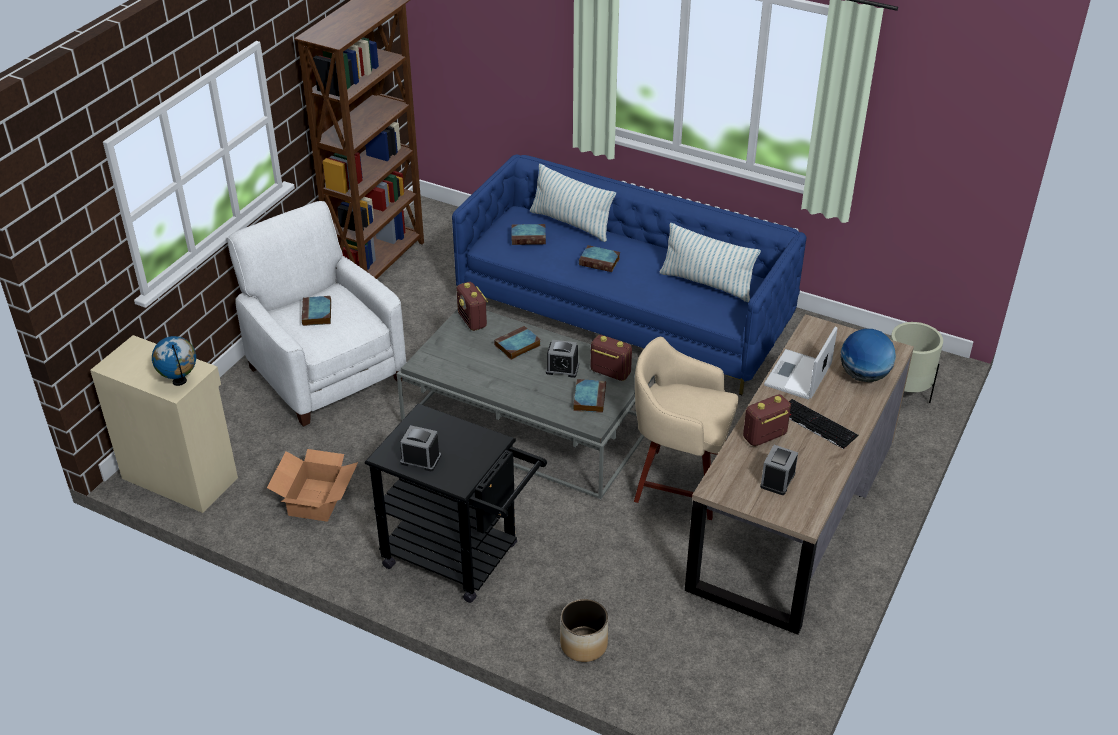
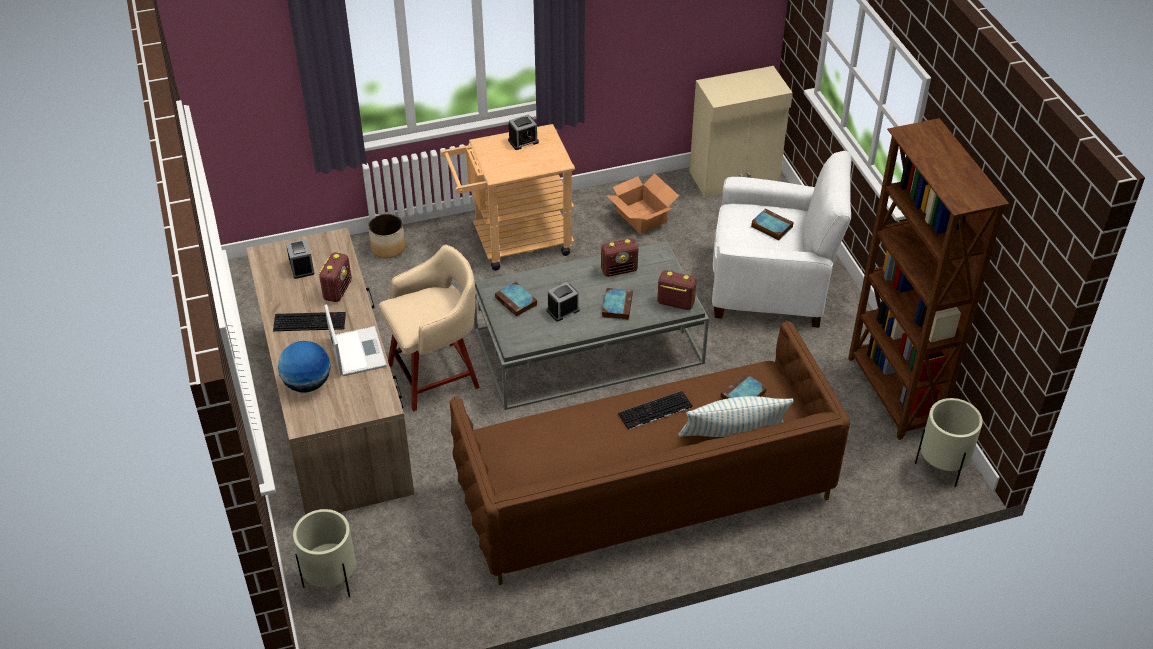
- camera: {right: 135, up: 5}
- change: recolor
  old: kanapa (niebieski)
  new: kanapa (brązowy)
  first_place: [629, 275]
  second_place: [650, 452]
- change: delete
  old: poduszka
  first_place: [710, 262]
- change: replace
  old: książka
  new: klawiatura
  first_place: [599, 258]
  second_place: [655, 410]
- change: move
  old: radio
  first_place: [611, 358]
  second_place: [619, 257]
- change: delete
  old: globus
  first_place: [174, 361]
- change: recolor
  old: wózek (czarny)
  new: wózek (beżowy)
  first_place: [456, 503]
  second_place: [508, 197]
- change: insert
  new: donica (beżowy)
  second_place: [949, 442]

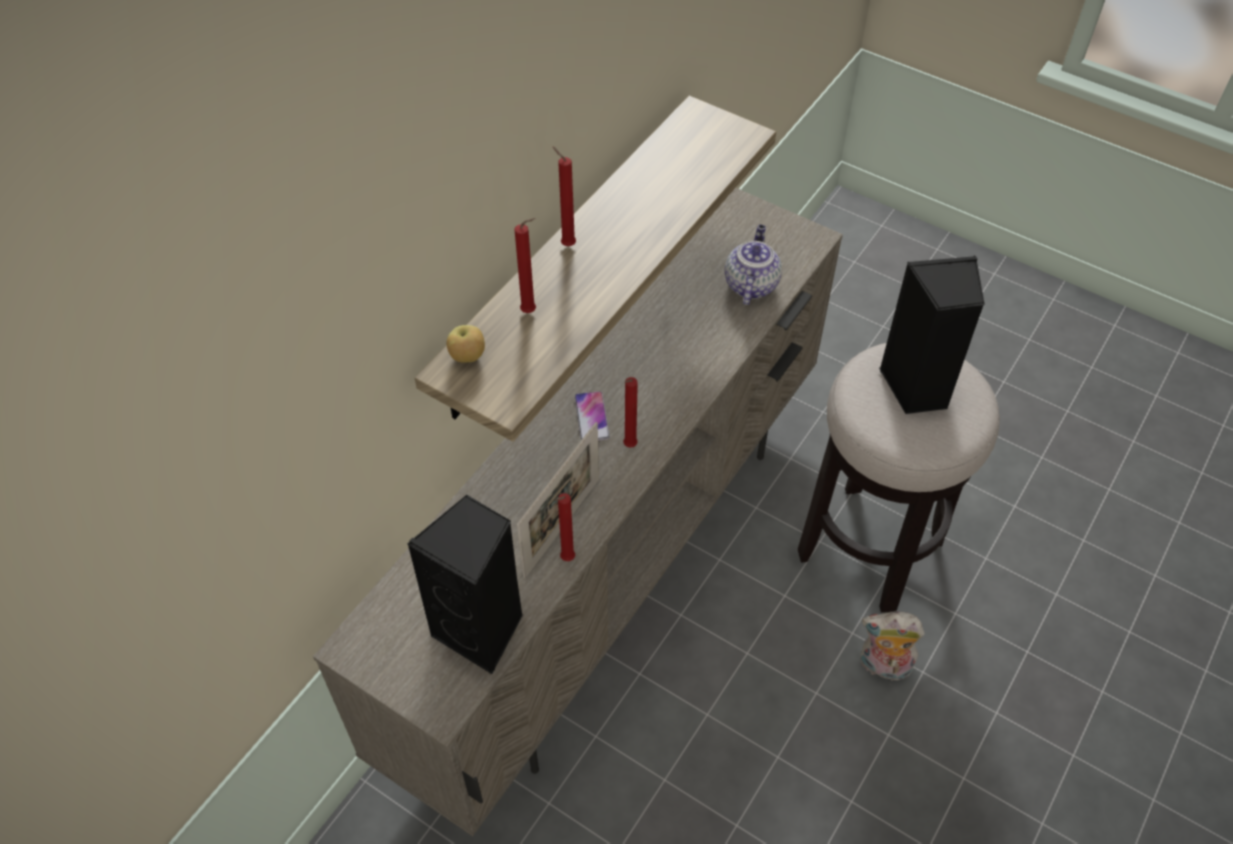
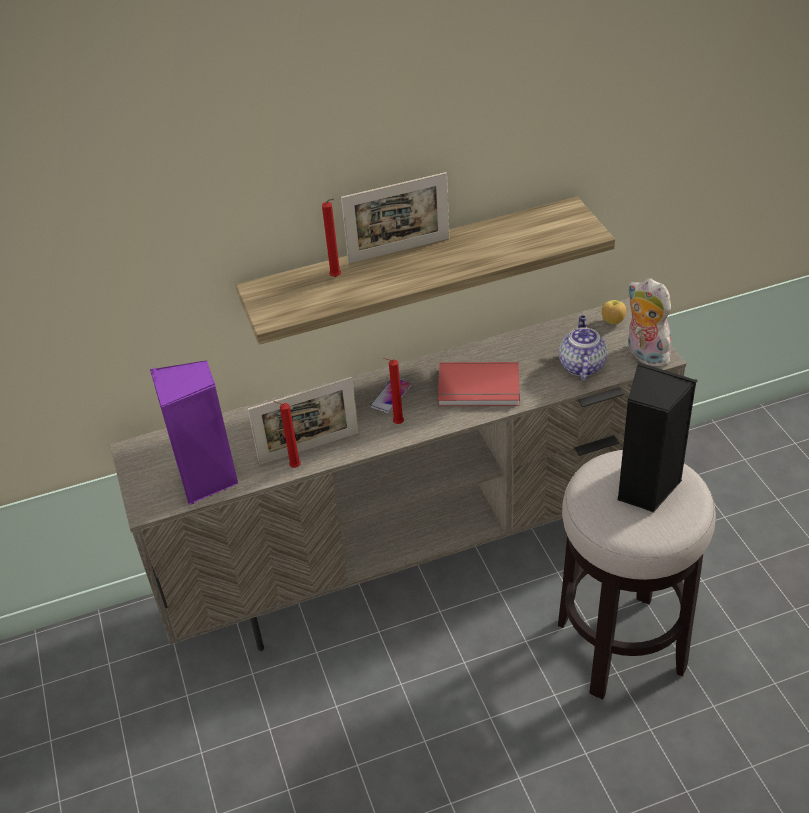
- camera: {right: 40, up: -10}
- change: replace
  old: świeca (czerwony)
  new: ramka na zdjęcie
  first_place: [564, 196]
  second_place: [395, 217]
- change: rotate
  old: imbryk
  first_place: [753, 265]
  second_place: [583, 347]
  degrees: -45
- change: move
  old: jabłko
  first_place: [466, 344]
  second_place: [614, 312]
- change: recolor
  old: głośnik (czarny)
  new: głośnik (fioletowy)
  first_place: [465, 584]
  second_place: [194, 432]
- change: move
  old: pluszak
  first_place: [892, 646]
  second_place: [651, 323]
- change: insert
  new: książka (czerwony)
  second_place: [478, 384]

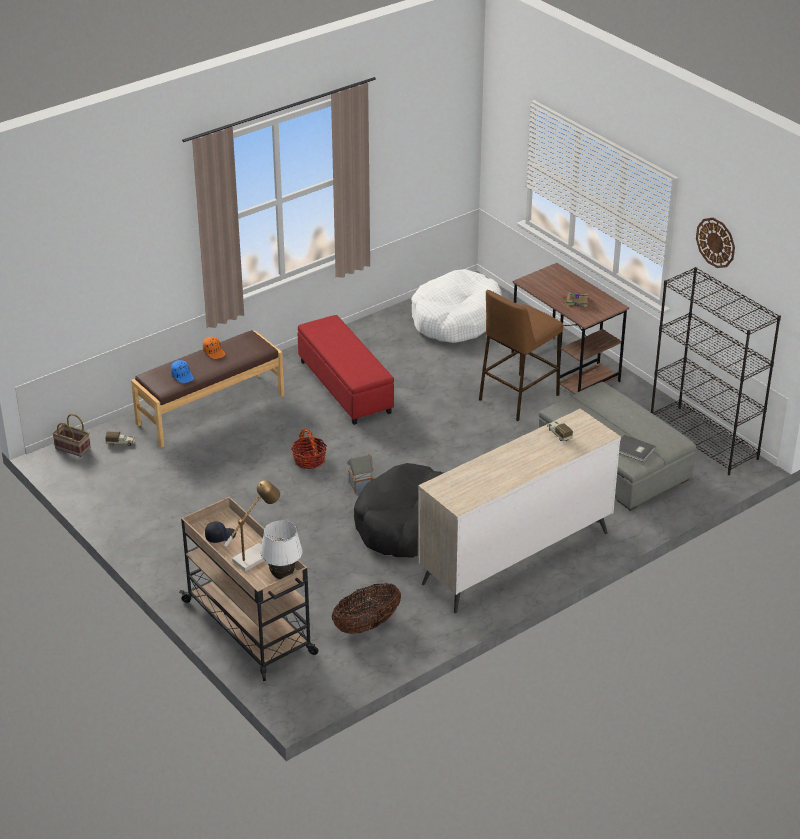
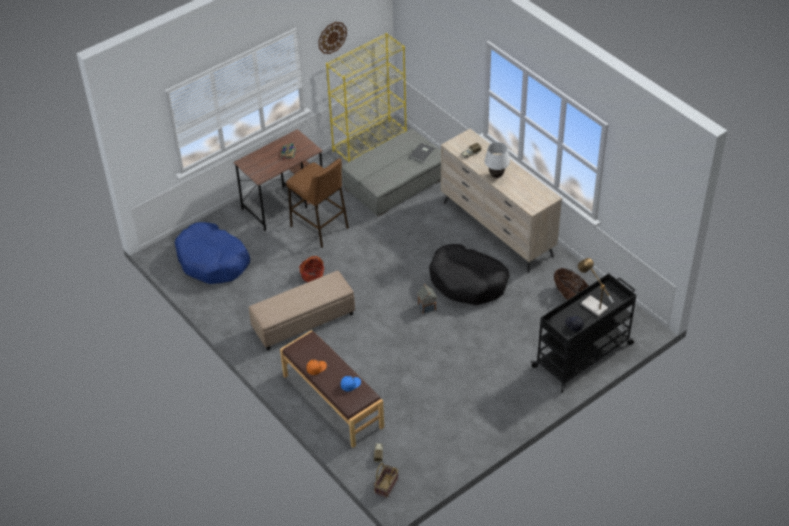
- camera: {right: -90, up: 10}
- change: recolor
  old: regał (czarny)
  new: regał (żółty)
  first_place: [716, 371]
  second_place: [366, 97]
- change: recolor
  old: legowisko (biały)
  new: legowisko (niebieski)
  first_place: [456, 306]
  second_place: [212, 253]
- change: recolor
  old: pufa (czerwony)
  new: pufa (beżowy)
  first_place: [346, 370]
  second_place: [302, 310]
- change: move
  old: koszyk
  first_place: [309, 448]
  second_place: [311, 269]
- change: recolor
  old: wózek (beżowy)
  new: wózek (czarny)
  first_place: [248, 589]
  second_place: [583, 333]
- change: move
  old: lampa stołowa (biały)
  first_place: [281, 550]
  second_place: [497, 160]

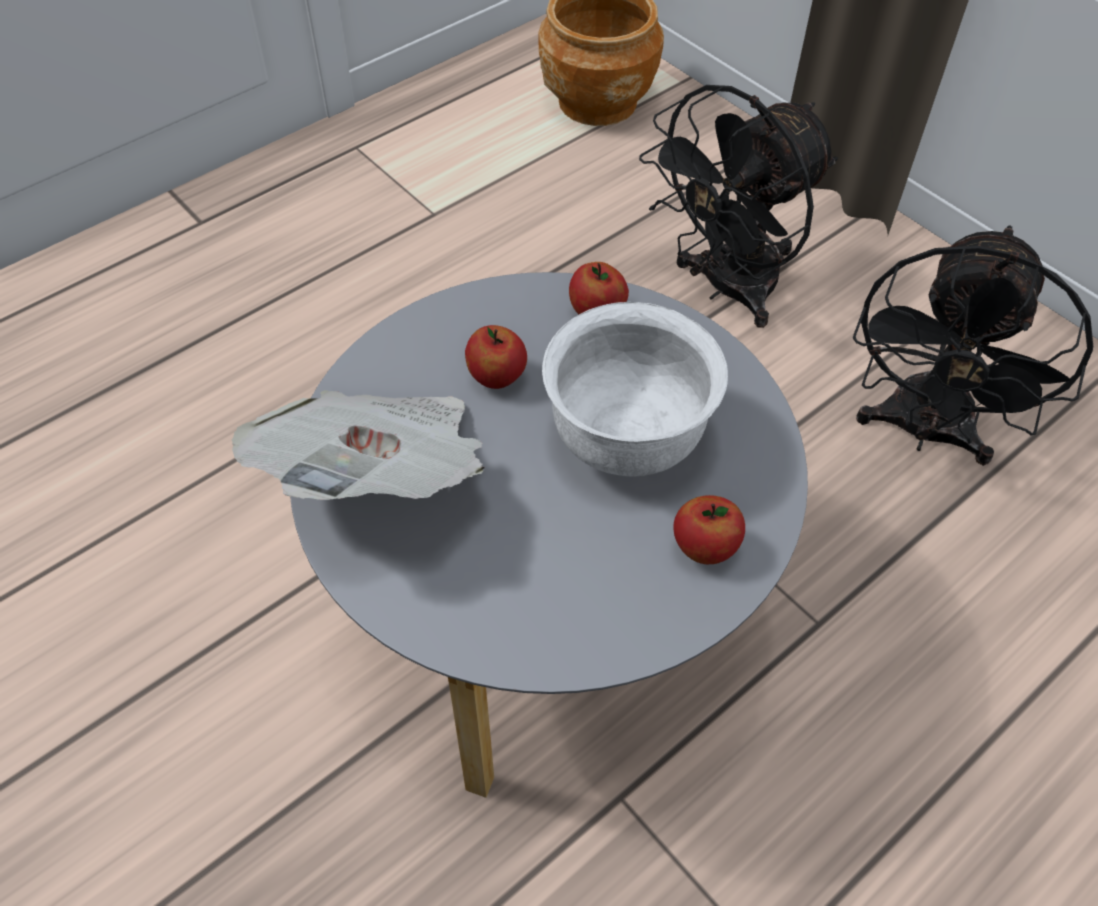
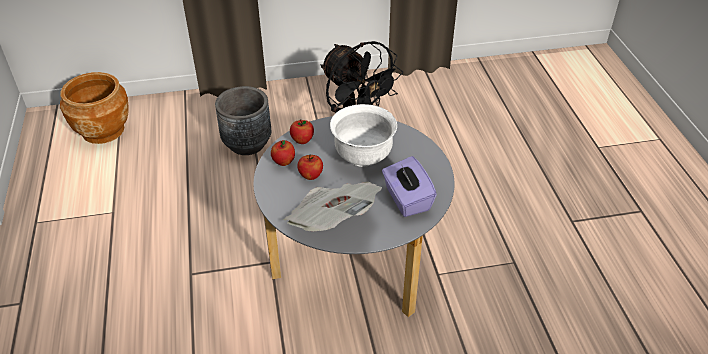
- camera: {right: -60, up: -10}
- change: replace
  old: wentylator (czarny)
  new: donica (szary)
  first_place: [738, 206]
  second_place: [243, 120]
- change: move
  old: jabłko
  first_place: [709, 529]
  second_place: [283, 153]
- change: insert
  new: pudełko chusteczek (fioletowy)
  second_place: [409, 186]

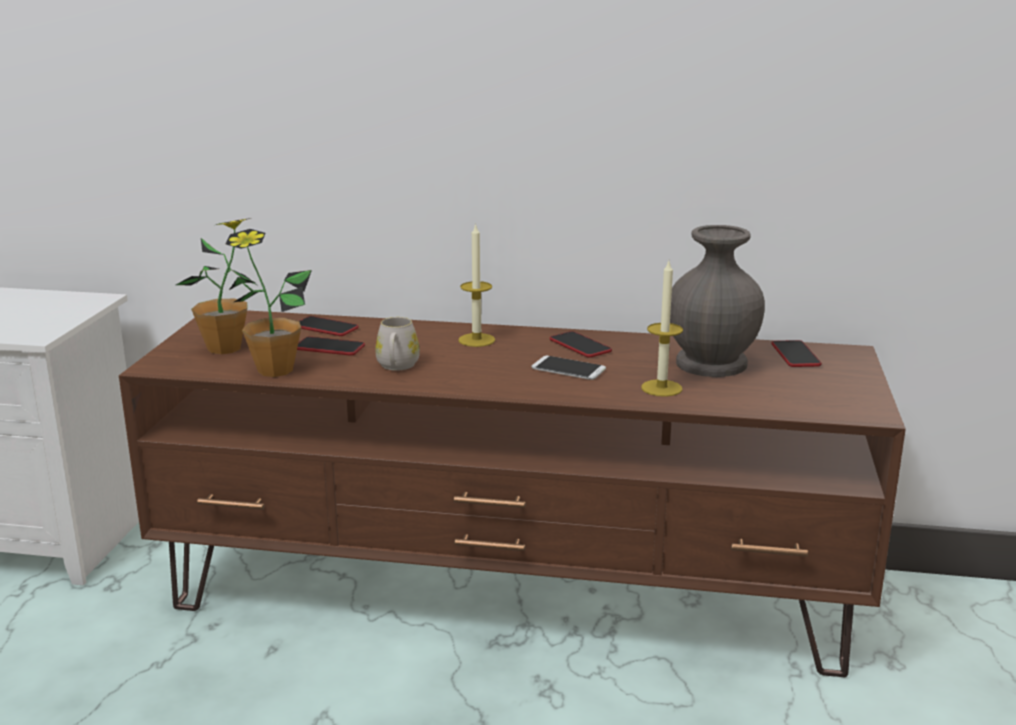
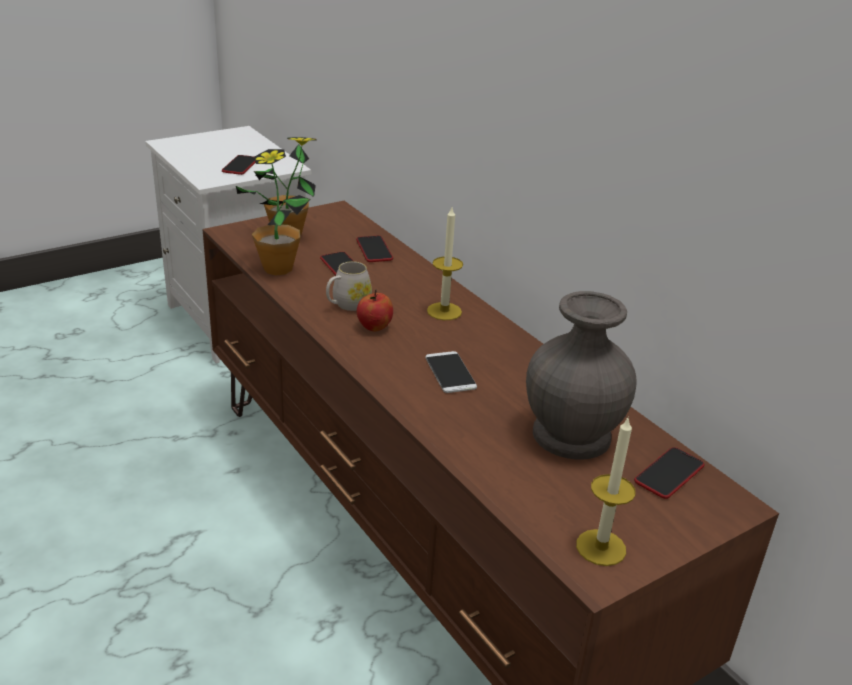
- camera: {right: 45, up: 10}
- change: move
  old: świeca
  first_place: [662, 329]
  second_place: [606, 491]
- change: move
  old: telefon
  first_place: [581, 344]
  second_place: [238, 165]
- change: insert
  new: jabłko
  second_place: [375, 310]

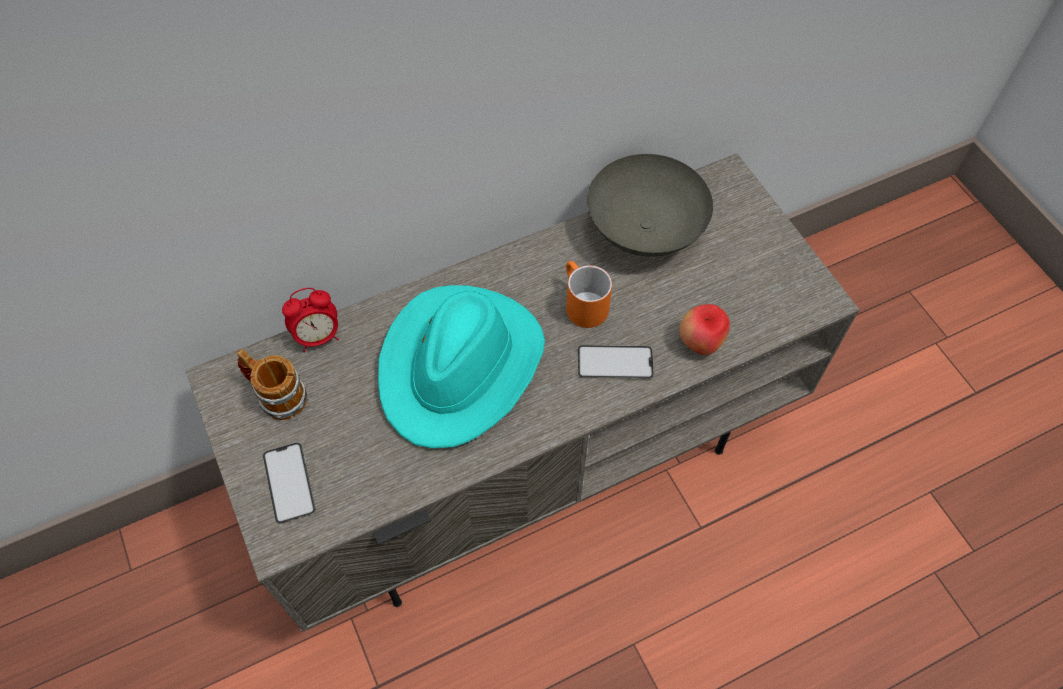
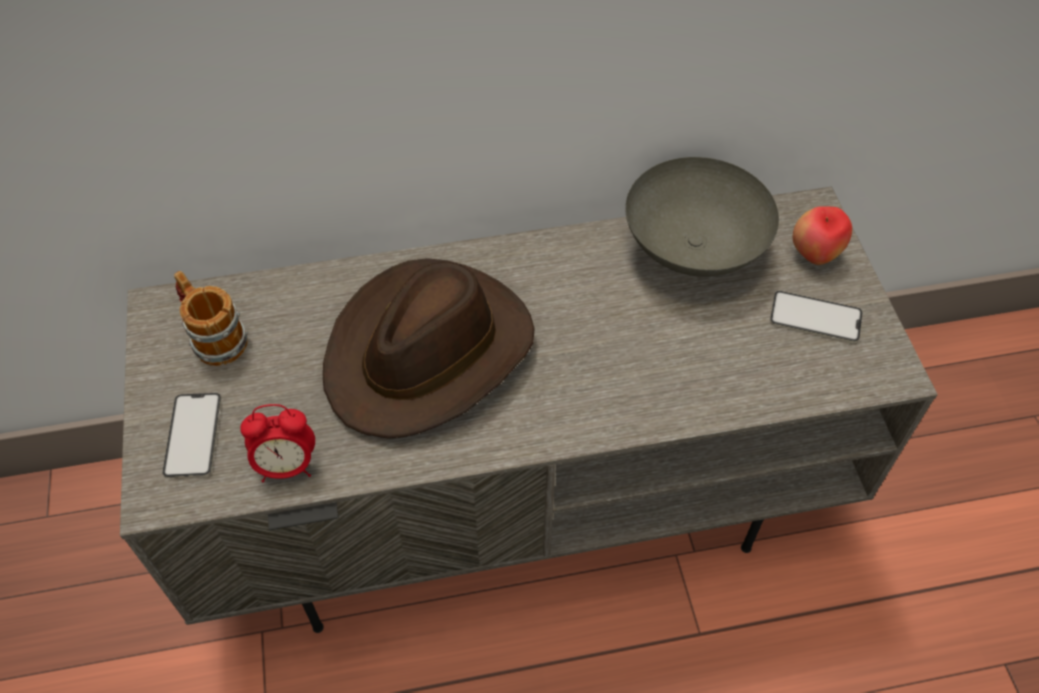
- camera: {right: 15, up: -5}
- change: delete
  old: kubek (pomarańczowy)
  first_place: [589, 294]
- change: recolor
  old: kapelusz (turkusowy)
  new: kapelusz (brązowy)
  first_place: [461, 366]
  second_place: [429, 348]
- change: move
  old: budzik
  first_place: [310, 320]
  second_place: [277, 443]
- change: move
  old: jabłko
  first_place: [705, 329]
  second_place: [822, 235]
- change: move
  old: telefon
  first_place: [616, 362]
  second_place: [816, 317]

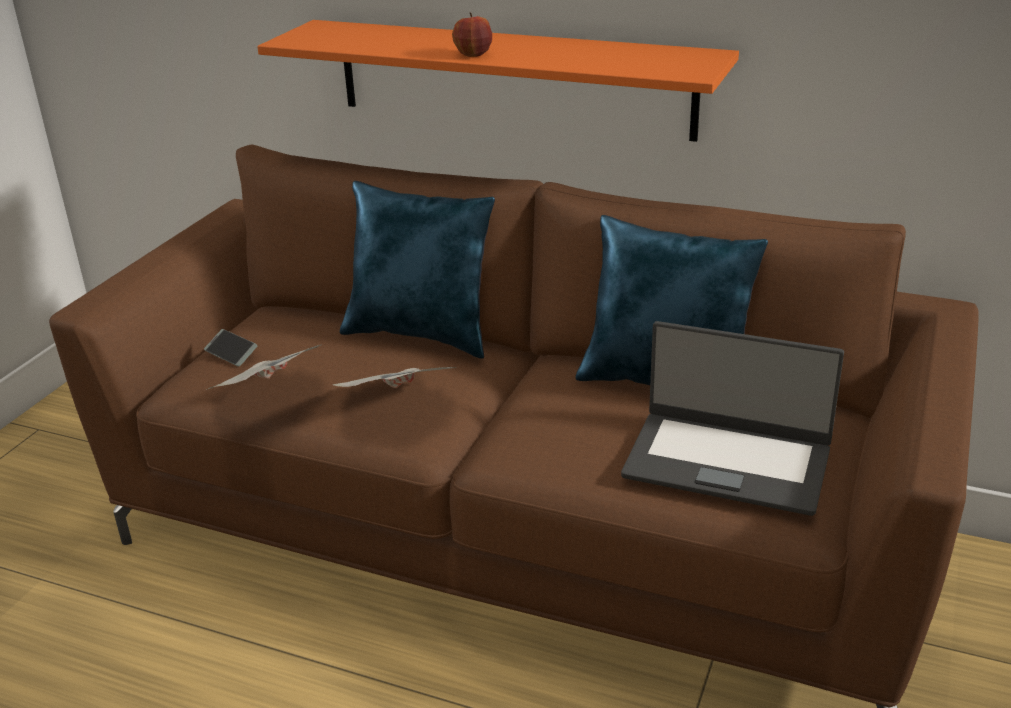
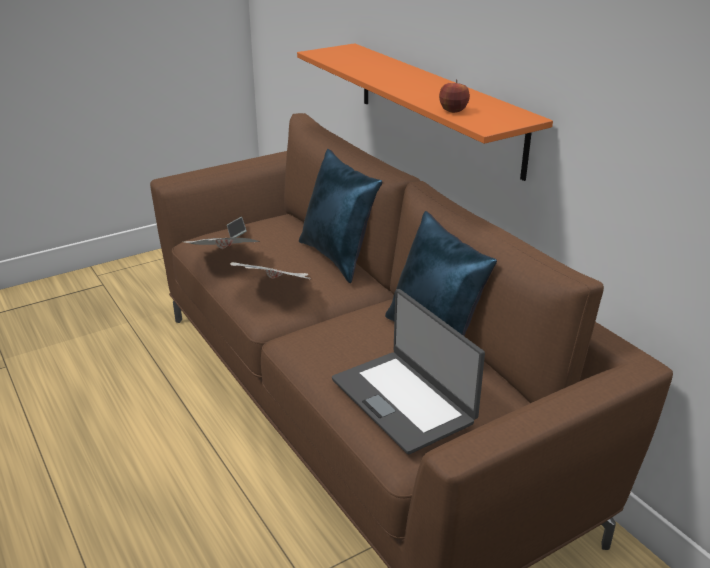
- camera: {right: 35, up: 0}
- change: move
  old: jabłko
  first_place: [472, 34]
  second_place: [454, 96]

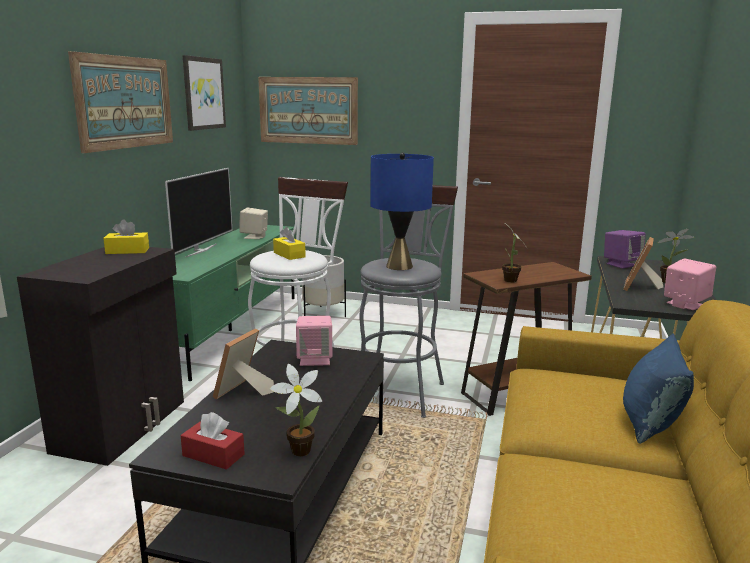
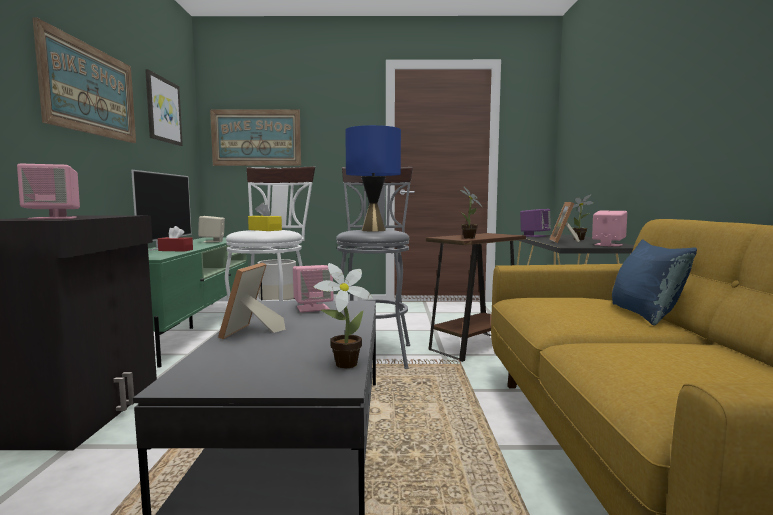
- camera: {right: -15, up: -10}
- change: delete
  old: pudełko chusteczek (żółty)
  first_place: [126, 237]
- change: move
  old: pudełko chusteczek (czerwony)
  first_place: [213, 441]
  second_place: [175, 239]
- change: insert
  new: głośnik (różowy)
  second_place: [48, 191]

